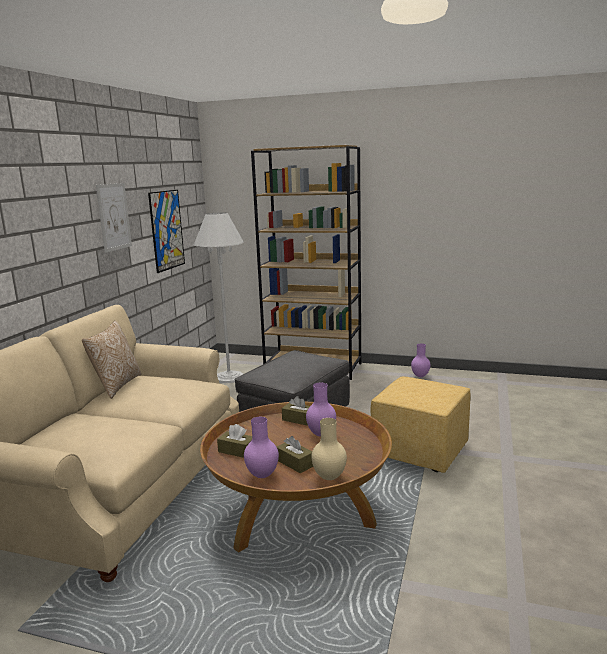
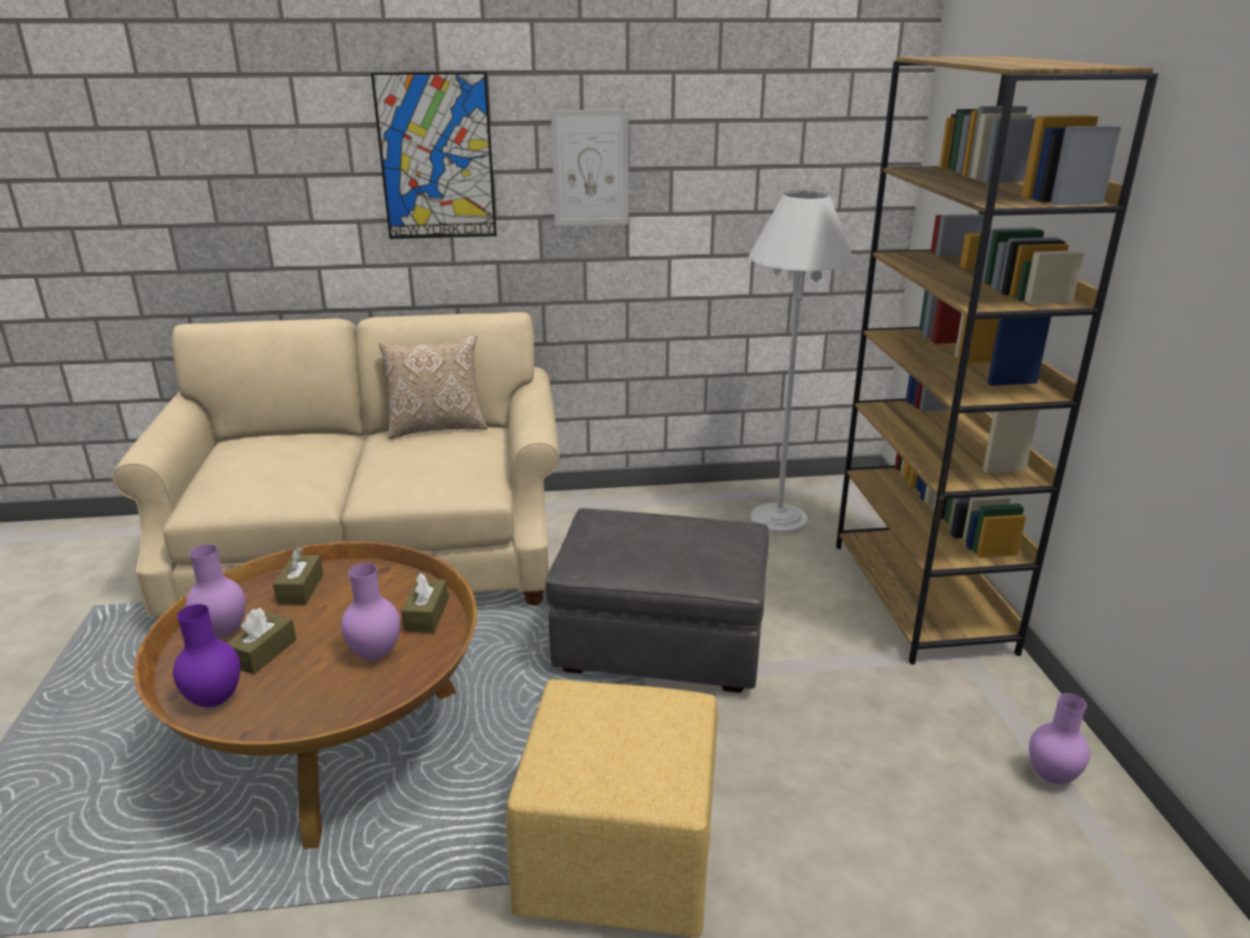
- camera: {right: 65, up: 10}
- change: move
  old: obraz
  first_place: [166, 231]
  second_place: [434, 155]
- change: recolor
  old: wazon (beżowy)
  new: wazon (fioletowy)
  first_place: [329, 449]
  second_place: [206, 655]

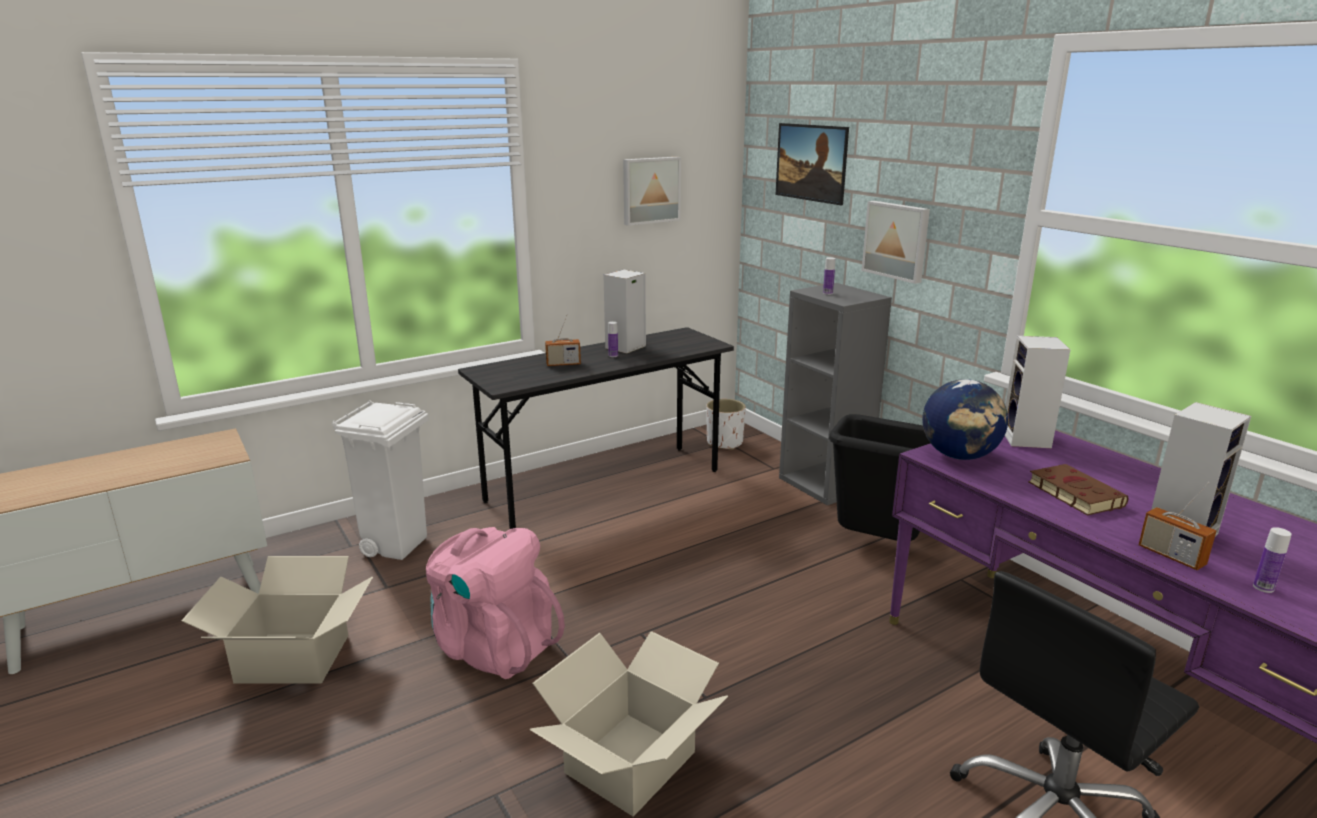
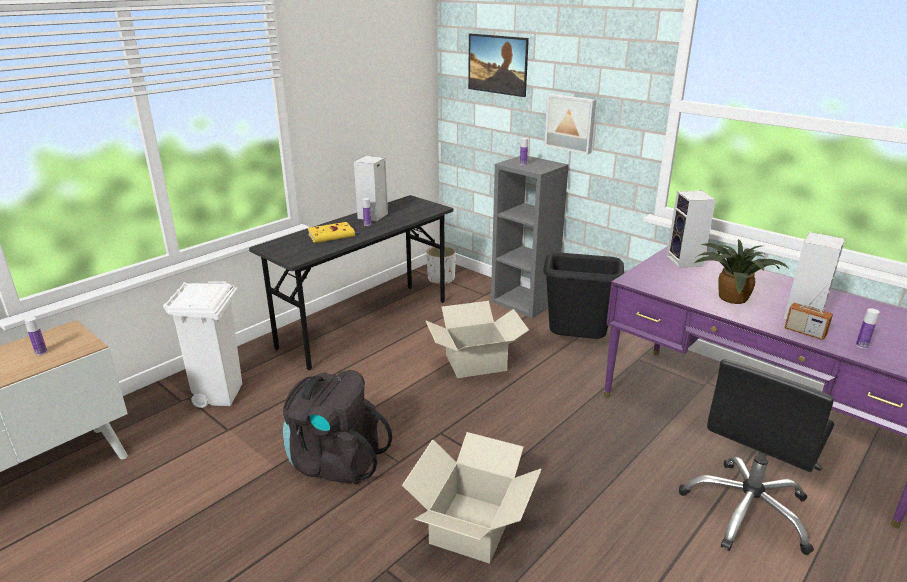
- camera: {right: -15, up: 5}
- change: delete
  old: obraz
  first_place: [652, 191]
- change: replace
  old: radio
  new: książka (żółty)
  first_place: [563, 340]
  second_place: [333, 232]
- change: delete
  old: globus
  first_place: [965, 419]
- change: replace
  old: książka (brązowy)
  new: roślina doniczkowa
  first_place: [1078, 490]
  second_place: [741, 271]
- change: recolor
  old: plecak (różowy)
  new: plecak (czarny)
  first_place: [495, 603]
  second_place: [337, 427]
- change: move
  old: karton
  first_place: [277, 620]
  second_place: [477, 339]
- change: insert
  new: butelka
  second_place: [35, 336]

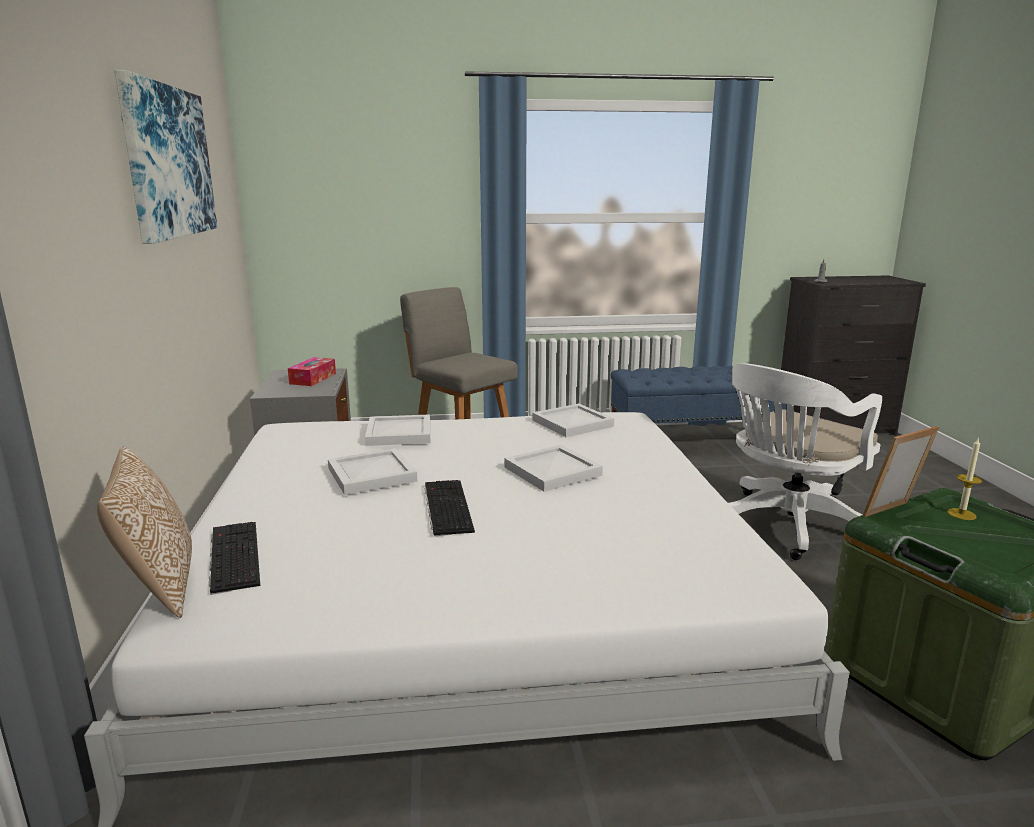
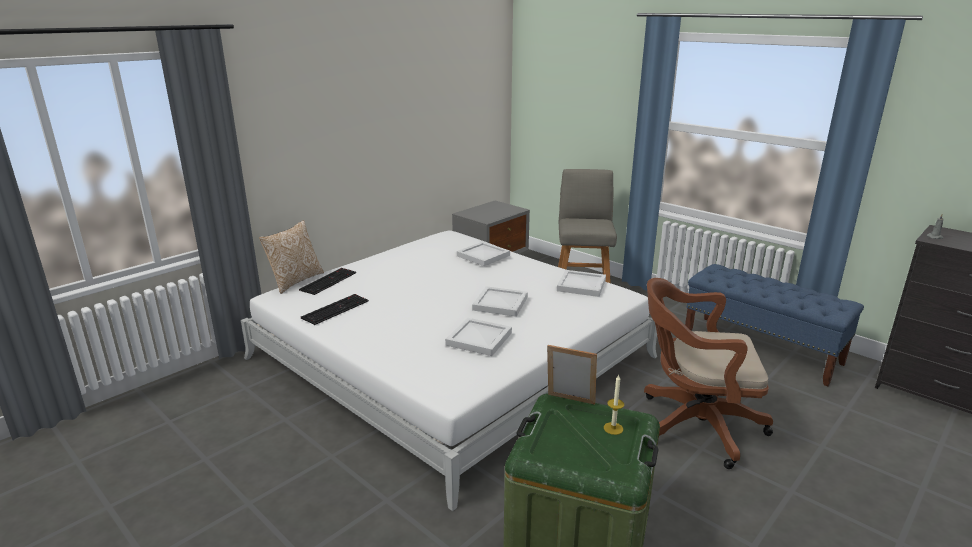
- camera: {right: 50, up: 5}
- change: delete
  old: obraz
  first_place: [166, 157]
- change: delete
  old: pudełko chusteczek
  first_place: [312, 371]
- change: recolor
  old: krzesło biurowe (biały)
  new: krzesło biurowe (brązowy)
  first_place: [805, 461]
  second_place: [708, 373]
- change: move
  old: taca (biały)
  first_place: [372, 471]
  second_place: [478, 337]
- change: move
  old: klawiatura
  first_place: [450, 508]
  second_place: [335, 309]

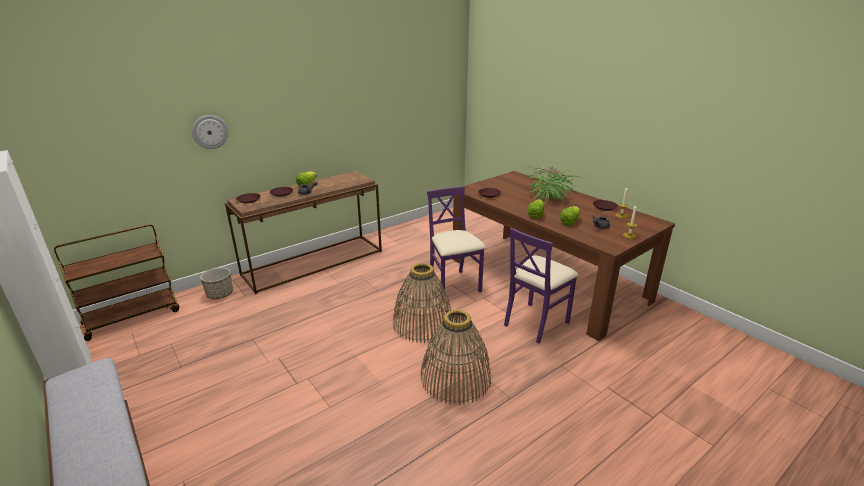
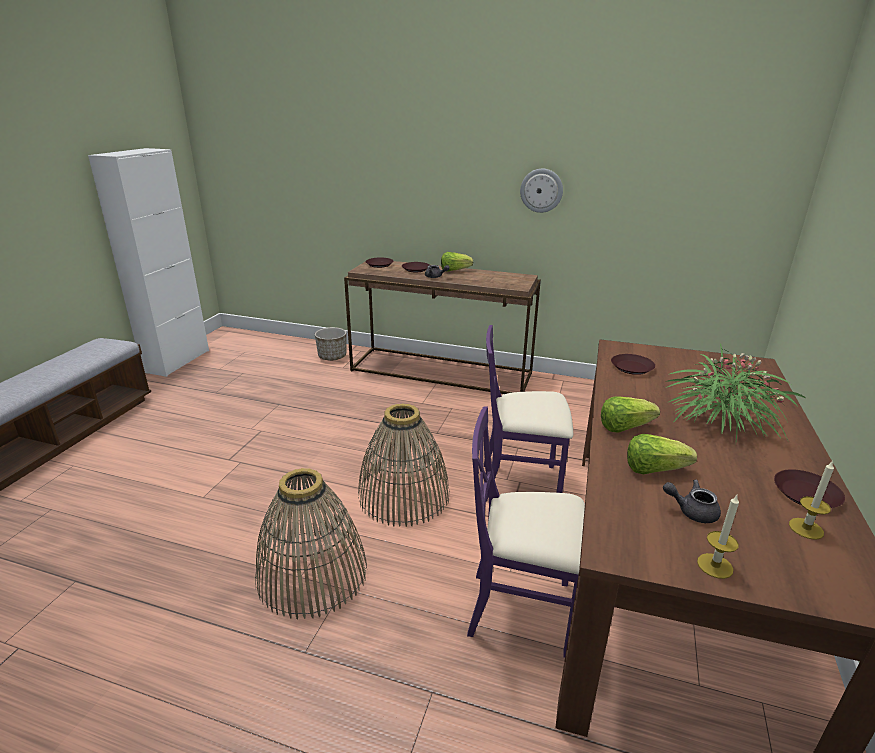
- camera: {right: 55, up: 0}
- change: move
  old: zegar ścienny
  first_place: [210, 132]
  second_place: [541, 191]
- change: rotate
  old: krzesło (fioletowy)
  first_place: [456, 242]
  second_place: [528, 413]
  degrees: -120
- change: delete
  old: wózek (brązowy)
  first_place: [116, 282]

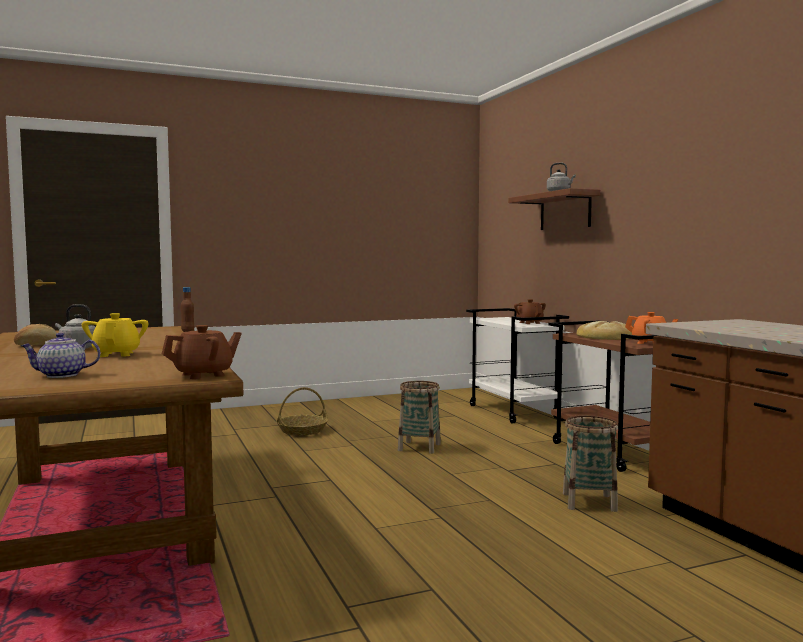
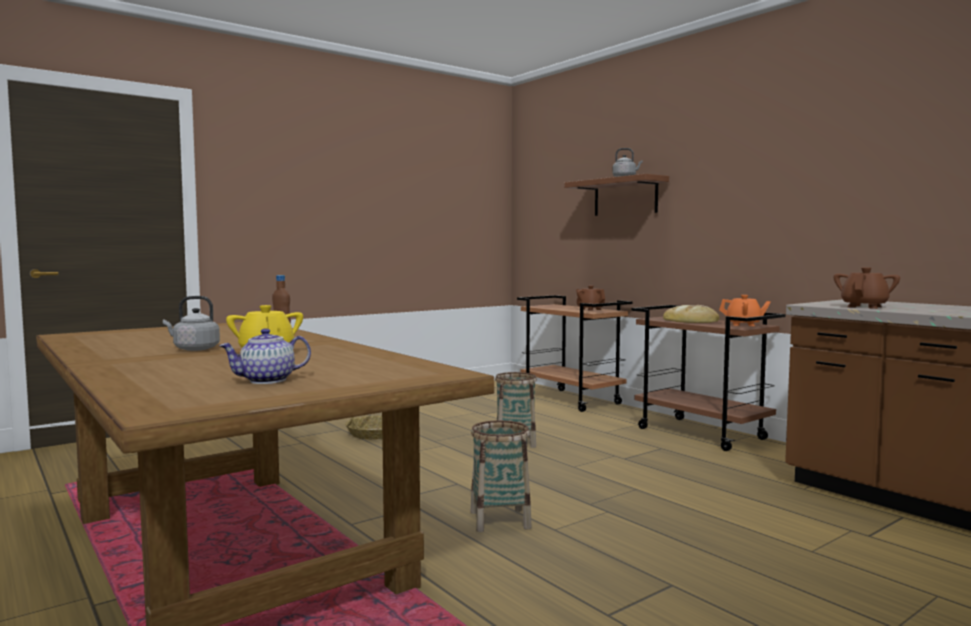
- camera: {right: -15, up: 0}
- change: recolor
  old: wózek (biały)
  new: wózek (brązowy)
  first_place: [517, 365]
  second_place: [574, 353]
- change: delete
  old: chleb
  first_place: [35, 334]
- change: move
  old: imbryk (brązowy)
  first_place: [202, 352]
  second_place: [866, 288]
- change: move
  old: koszyk
  first_place: [590, 463]
  second_place: [501, 476]

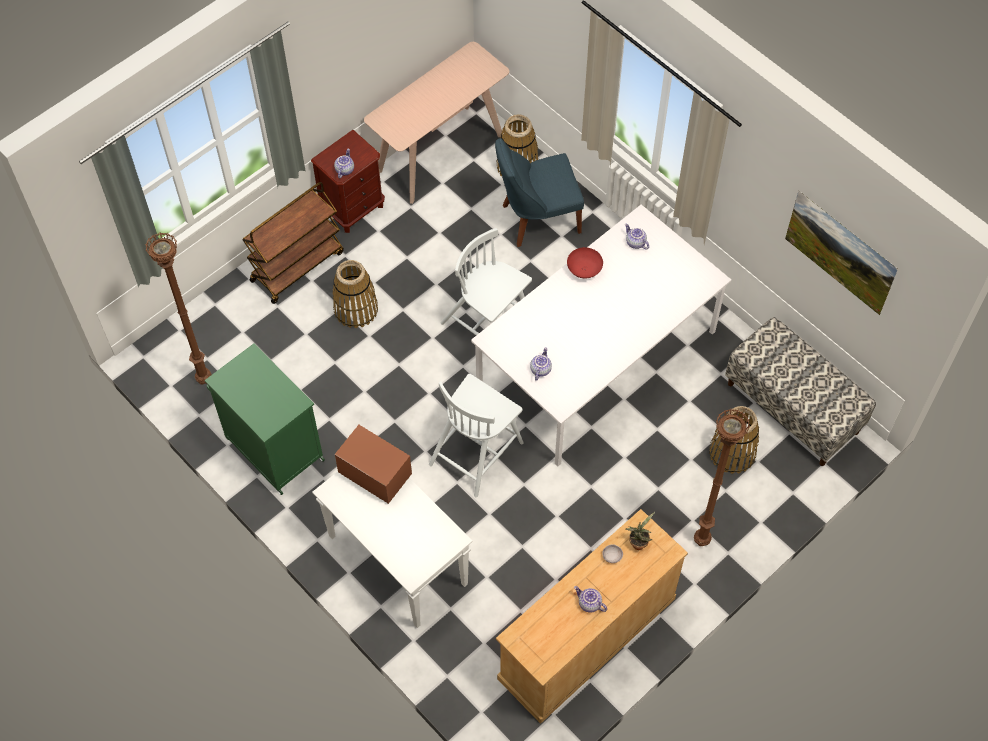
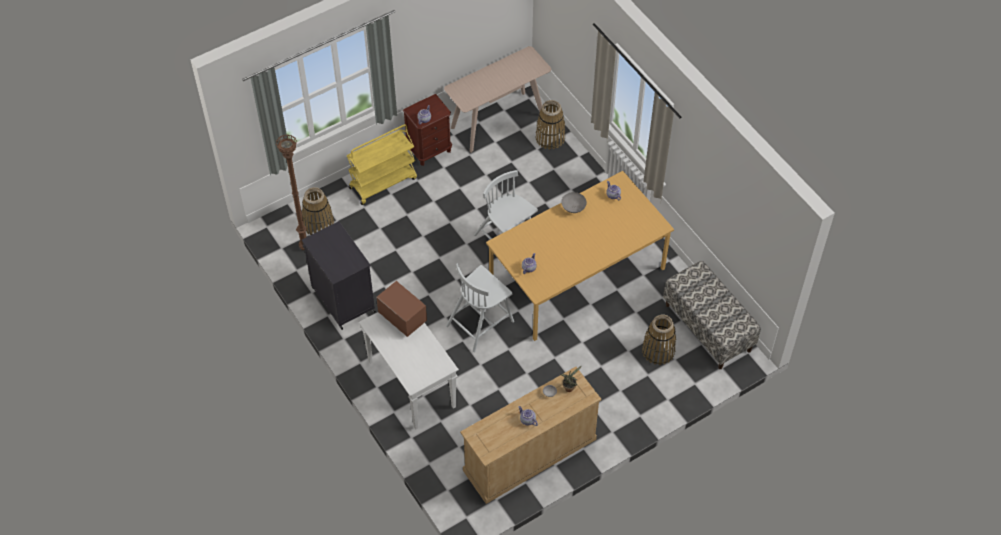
- camera: {right: 10, up: -5}
- change: delete
  old: krzesło (niebieski)
  first_place: [539, 192]
- change: recolor
  old: wózek (brązowy)
  new: wózek (żółty)
  first_place: [293, 243]
  second_place: [382, 164]
- change: delete
  old: obraz
  first_place: [841, 253]
- change: recolor
  old: stół jadalny (biały)
  new: stół jadalny (pomarańczowy)
  first_place: [601, 335]
  second_place: [580, 256]
- change: recolor
  old: miska (czerwony)
  new: miska (szary)
  first_place: [585, 262]
  second_place: [574, 202]
- change: move
  old: koszyk
  first_place: [355, 294]
  second_place: [318, 211]
- change: recolor
  old: szafka (zielony)
  new: szafka (czarny)
  first_place: [265, 419]
  second_place: [339, 275]
- change: delete
  old: lampa stojąca (brązowy)
  first_place: [722, 477]

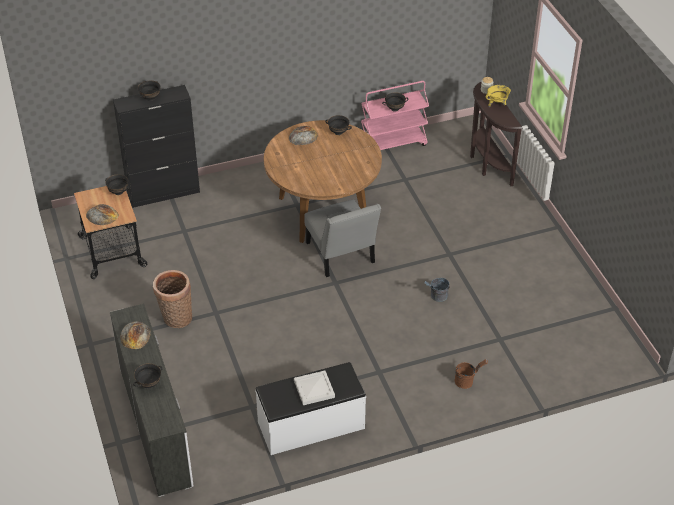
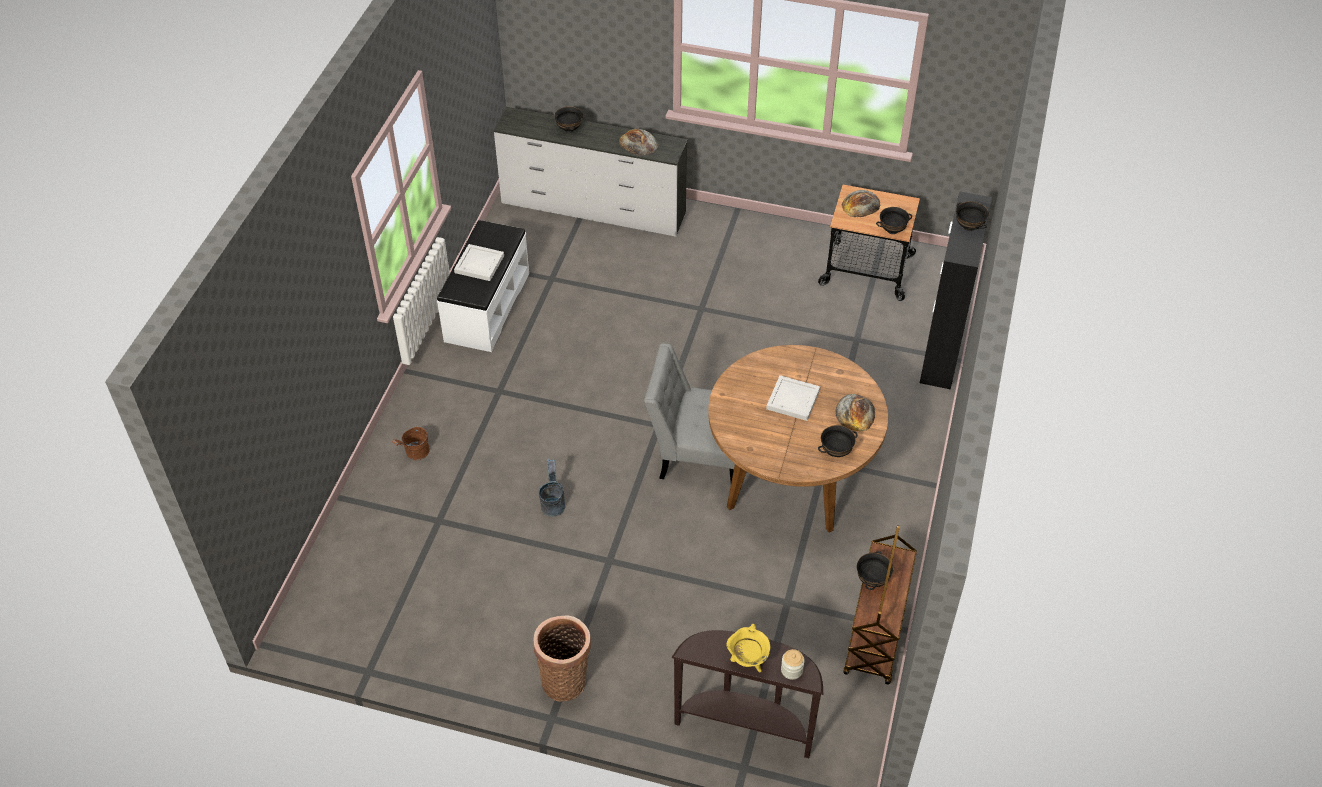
- camera: {right: 125, up: 5}
- change: recolor
  old: wózek (różowy)
  new: wózek (brązowy)
  first_place: [395, 115]
  second_place: [880, 605]
- change: move
  old: koszyk
  first_place: [172, 299]
  second_place: [562, 658]
- change: insert
  new: taca (biały)
  second_place: [793, 398]

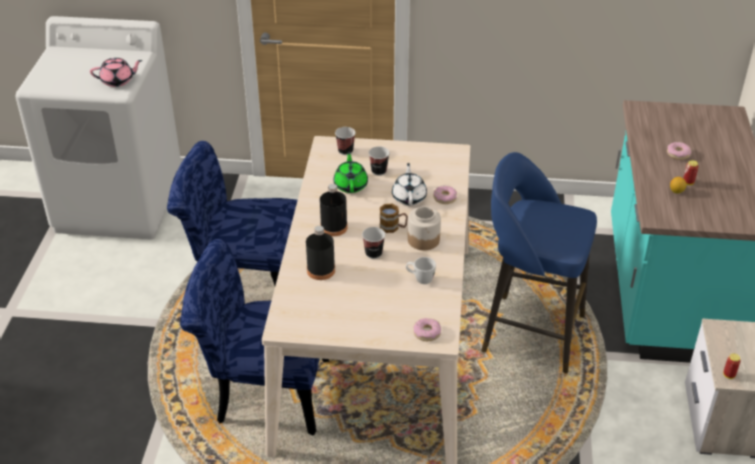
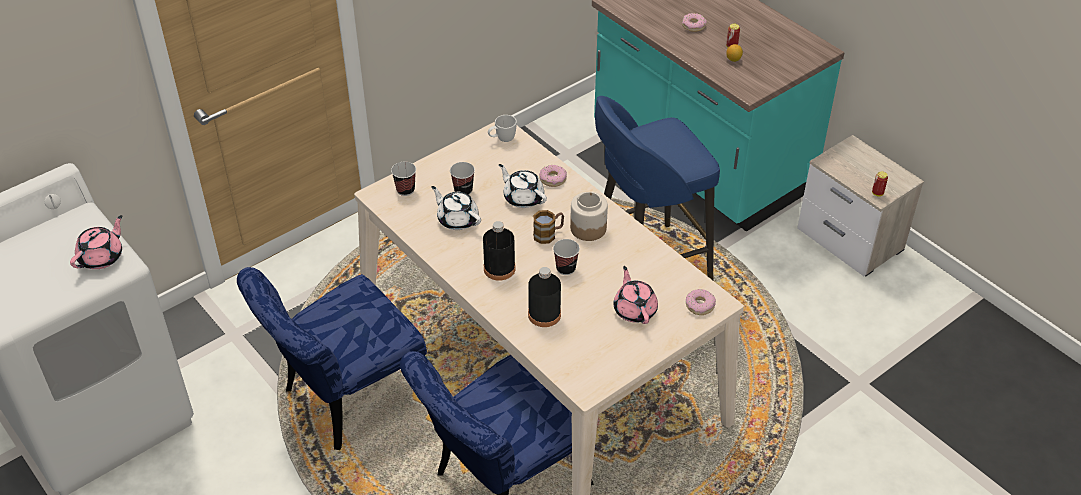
- camera: {right: -45, up: 5}
- change: recolor
  old: imbryk (zielony)
  new: imbryk (biały)
  first_place: [350, 172]
  second_place: [456, 208]
- change: move
  old: kubek (biały)
  first_place: [421, 270]
  second_place: [502, 128]
- change: insert
  new: imbryk (różowy)
  second_place: [635, 295]

